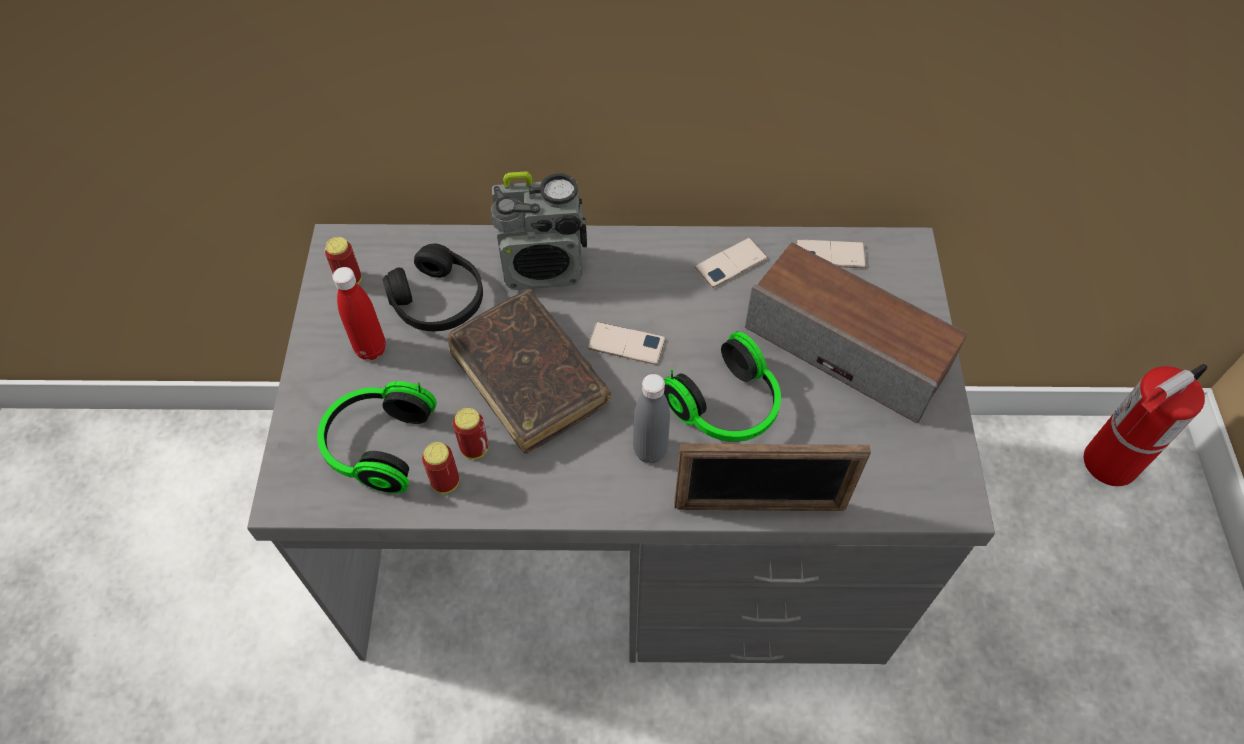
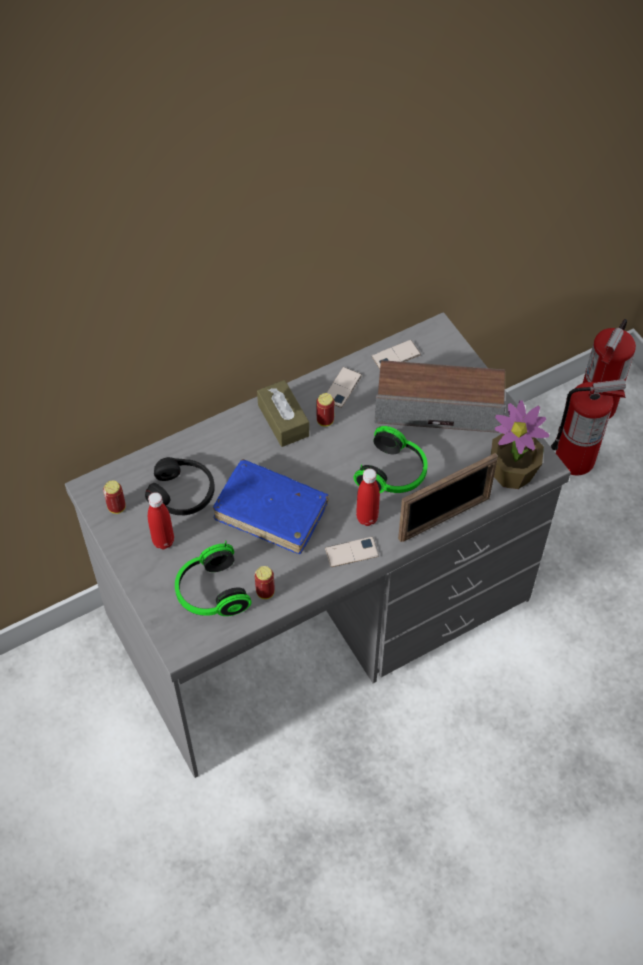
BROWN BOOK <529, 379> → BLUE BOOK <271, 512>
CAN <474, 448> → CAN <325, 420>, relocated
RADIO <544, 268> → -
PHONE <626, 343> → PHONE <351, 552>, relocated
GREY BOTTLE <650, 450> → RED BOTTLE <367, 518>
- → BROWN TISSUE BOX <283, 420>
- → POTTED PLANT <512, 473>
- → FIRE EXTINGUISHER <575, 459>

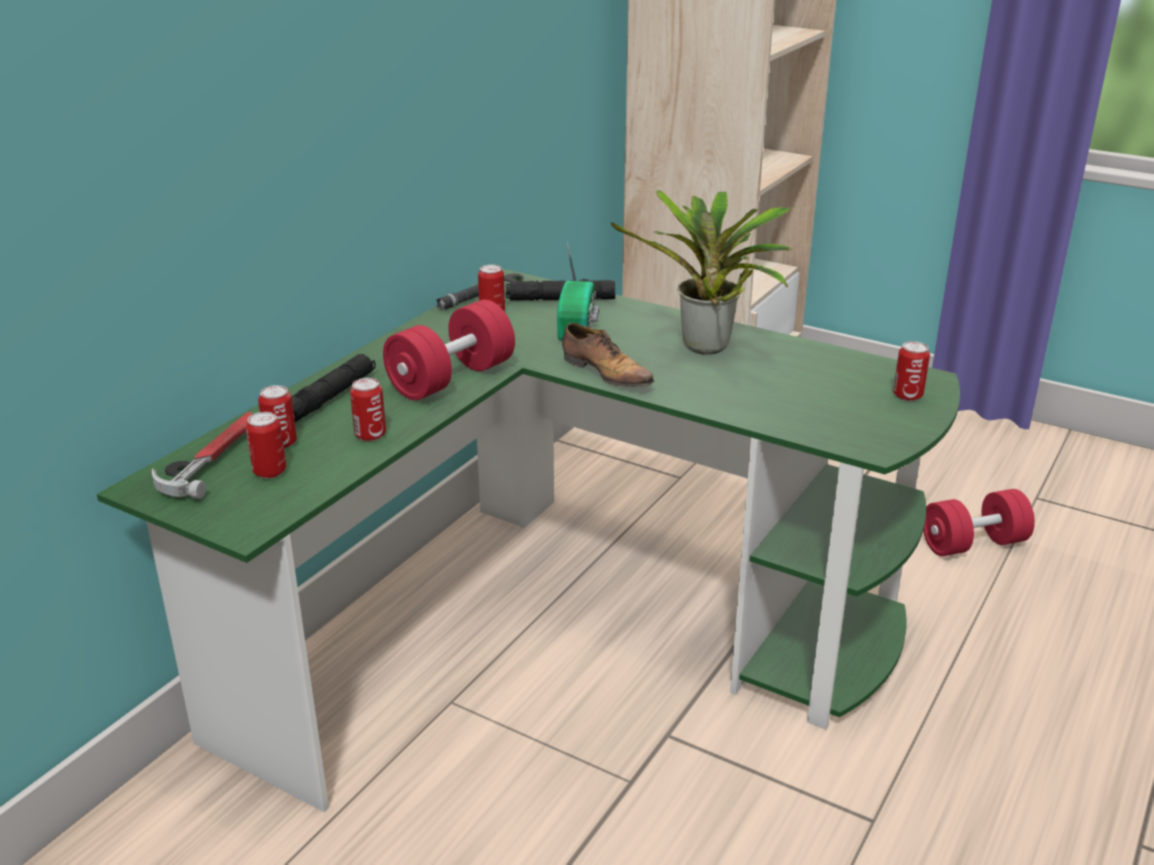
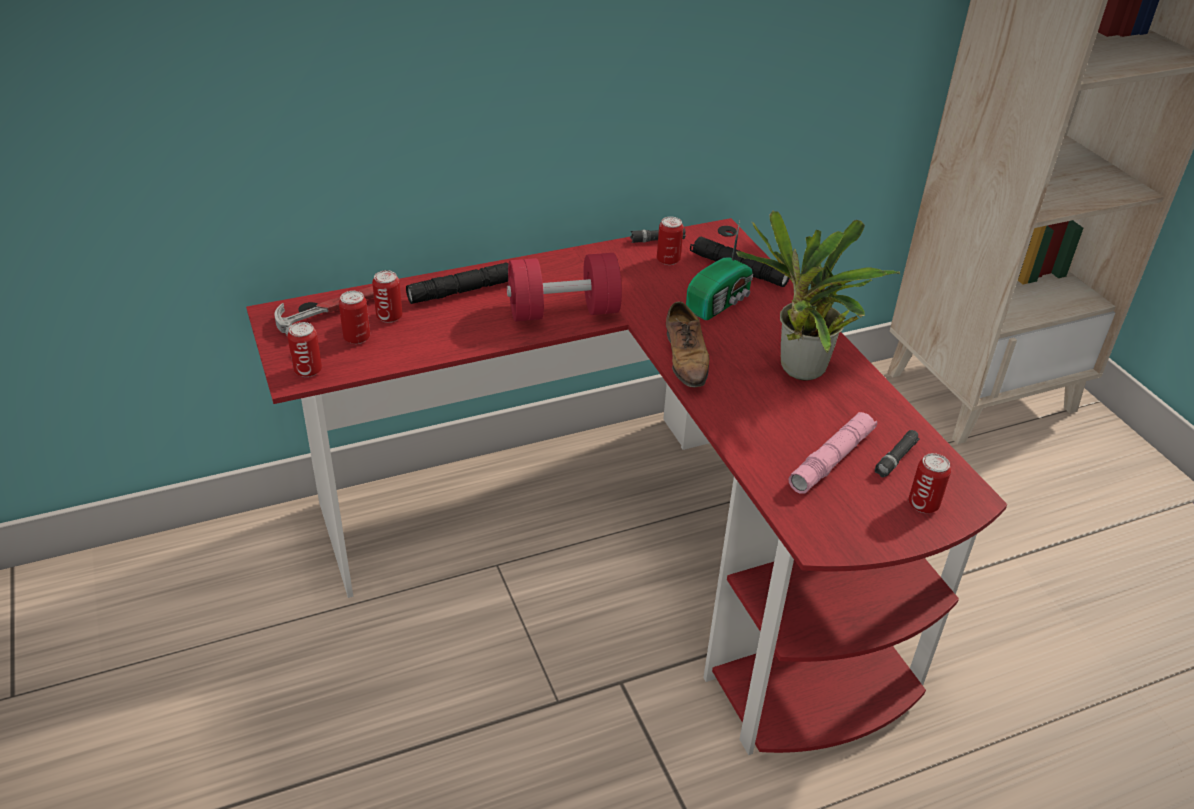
GREEN DESK <561, 625> → RED DESK <631, 547>
CAN <370, 435> → CAN <308, 370>, relocated
RED DUMBBELL <973, 544> → -
- → PINK FLASHLIGHT <831, 459>
- → BLACK FLASHLIGHT <896, 458>

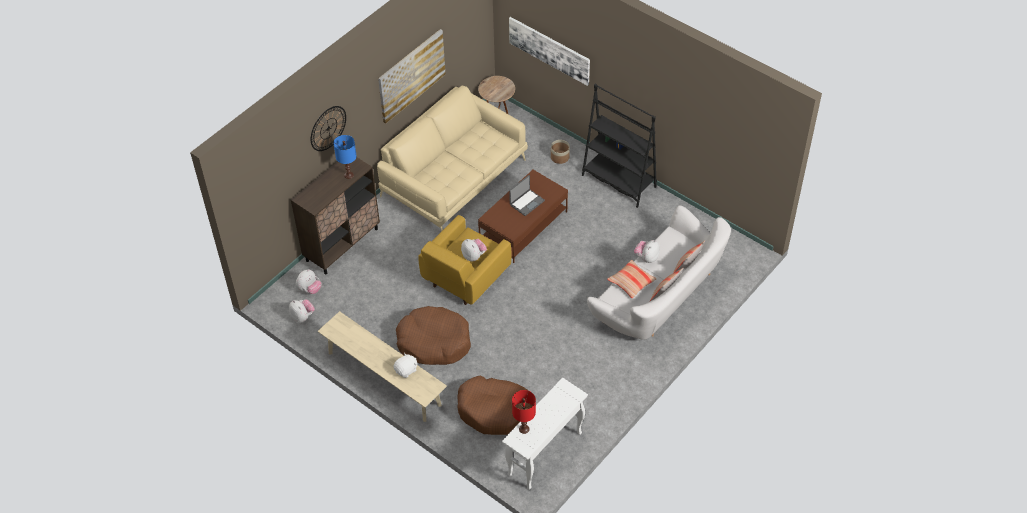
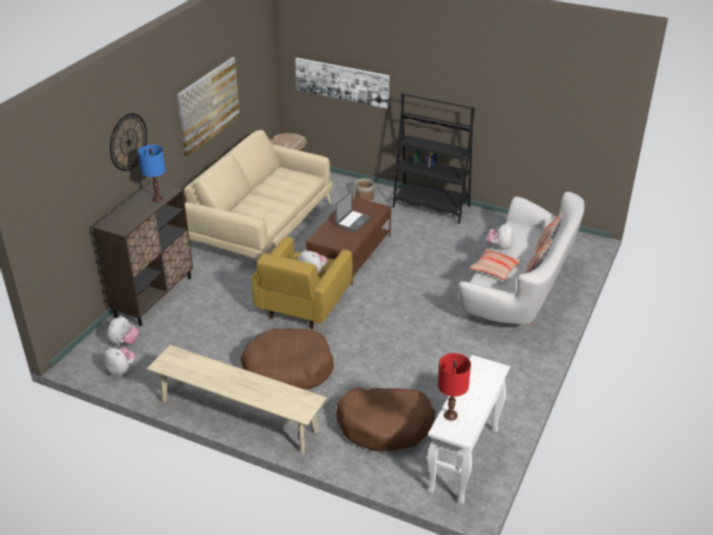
WHITE PLUSH TOY <406, 370> → -

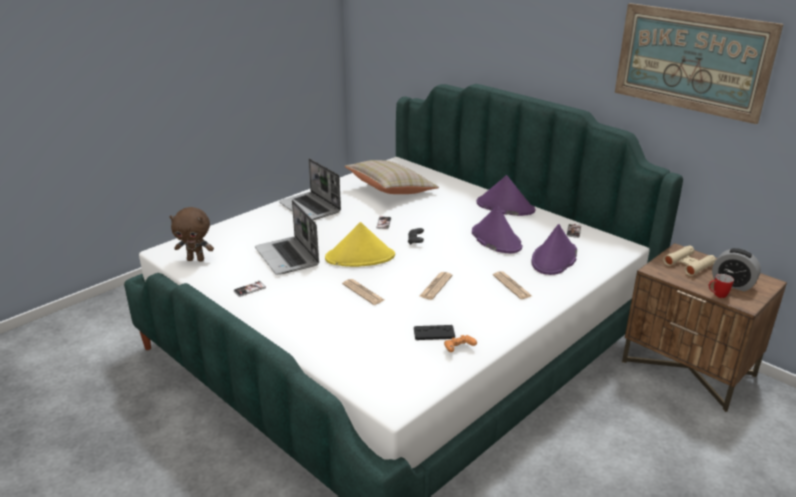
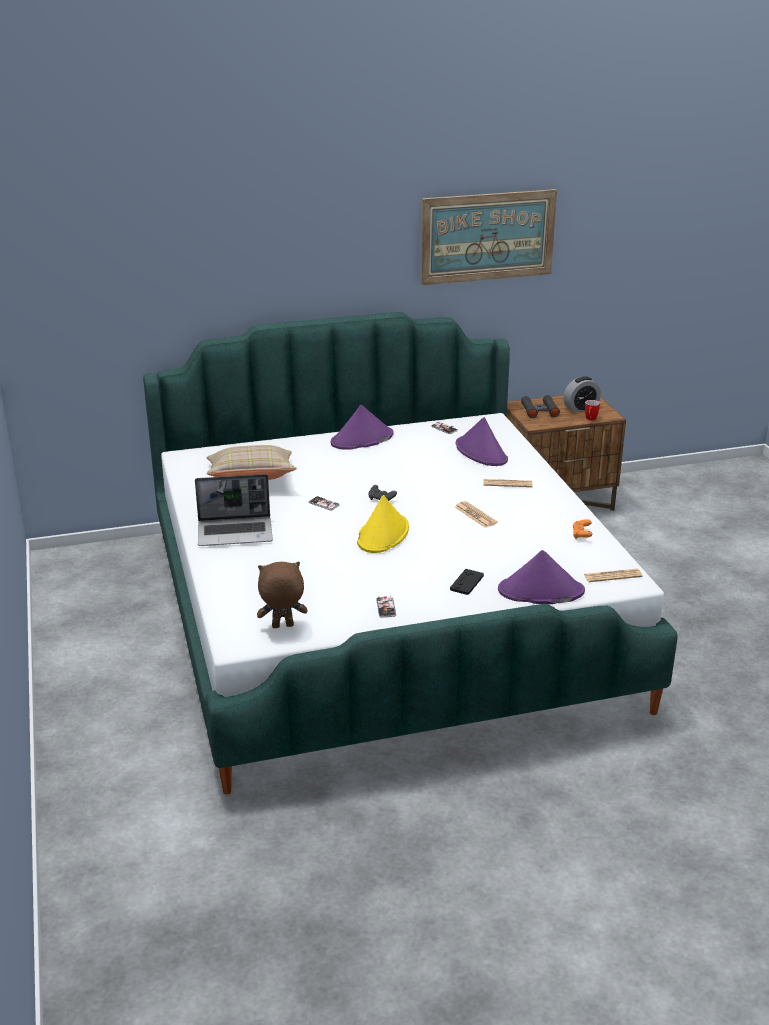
BROWN PLUSH TOY <196, 259> → BROWN PLUSH TOY <282, 627>, 135 degrees counterclockwise
LAPTOP <288, 257> → -
NEWSPAPER <363, 292> → NEWSPAPER <612, 576>, relocated
BLACK GAME CONTROLLER <434, 333> → BLACK GAME CONTROLLER <466, 582>, relocated
PURPLE HAT <496, 239> → PURPLE HAT <540, 591>, relocated
BEIGE BINOCULARS <688, 264> → BLACK BINOCULARS <539, 410>

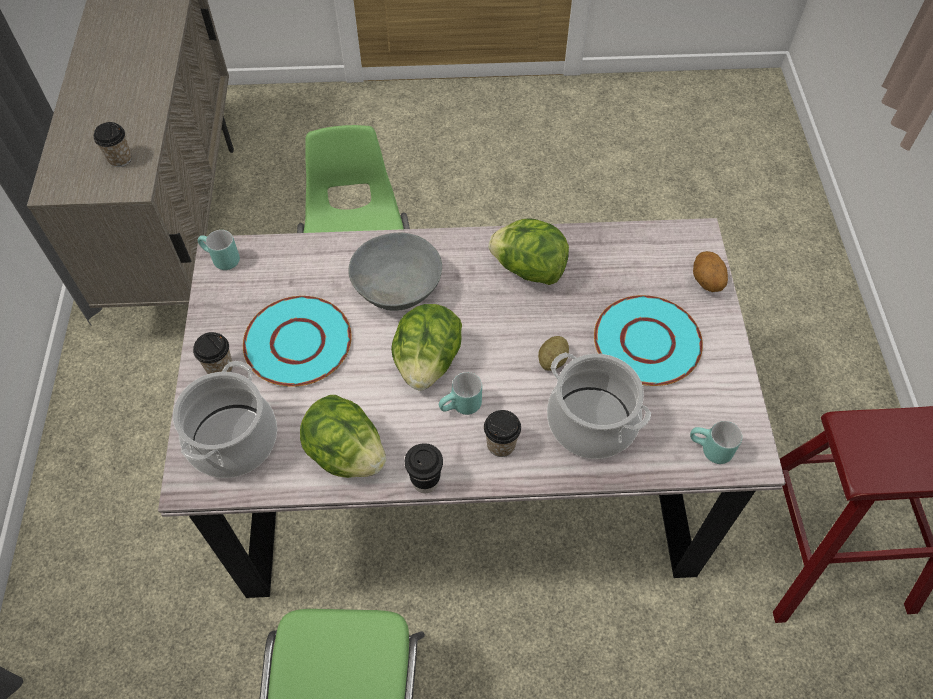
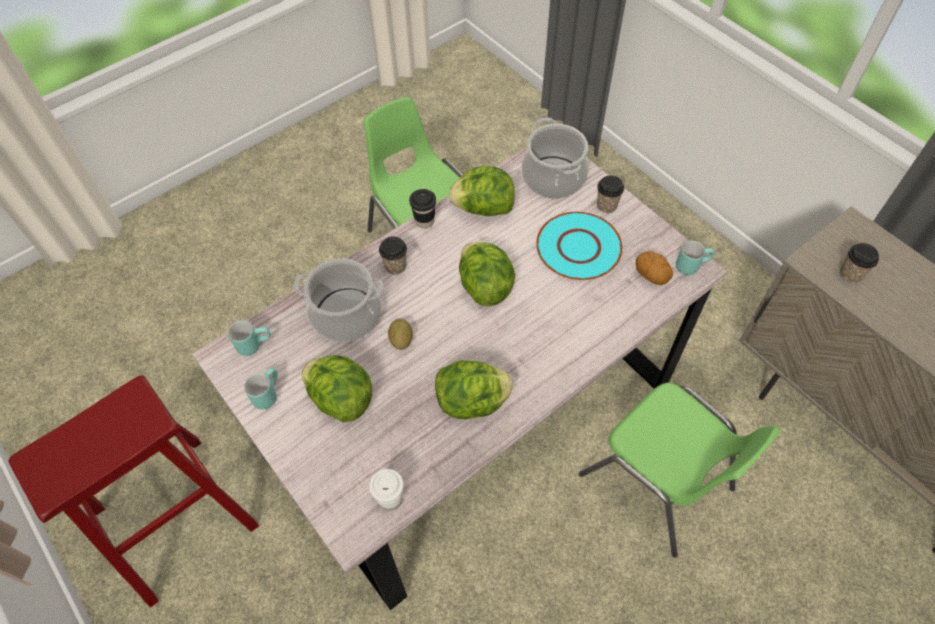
GREY BOWL <398, 287> → -
TURQUOISE MUG <461, 408> → TURQUOISE MUG <266, 393>, relocated
TURQUOISE PLATE <647, 341> → LETTUCE <341, 398>
POTATO <706, 282> → POTATO <651, 276>, relocated
- → WHITE CUP <390, 499>

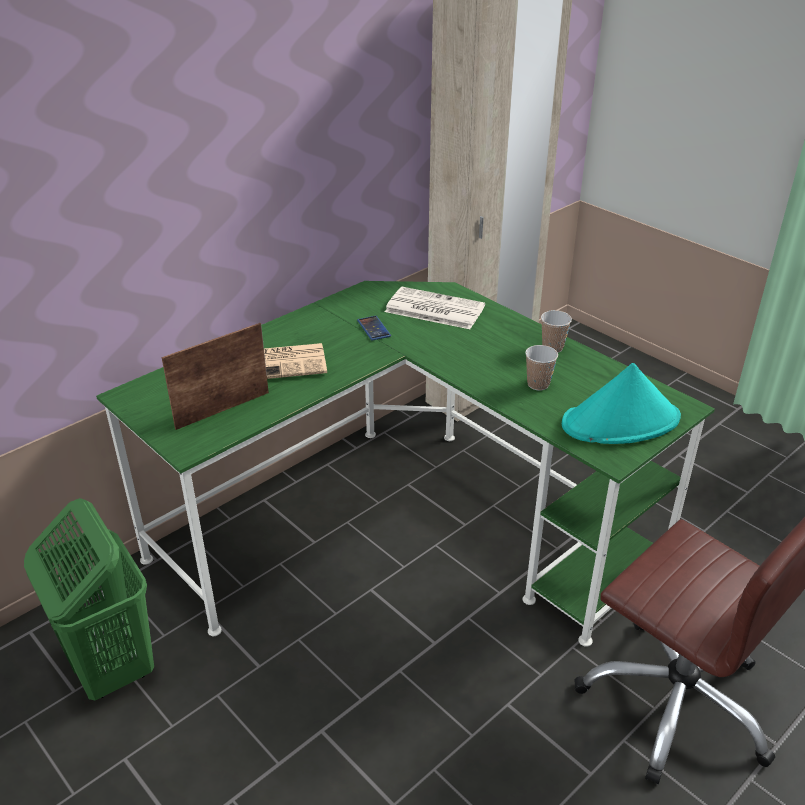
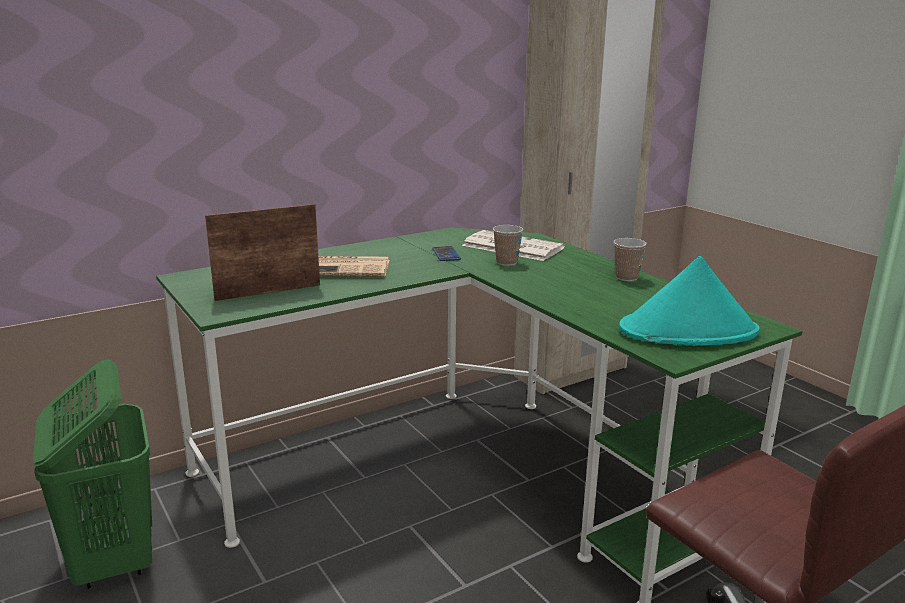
CUP <538, 384> → CUP <506, 262>, relocated

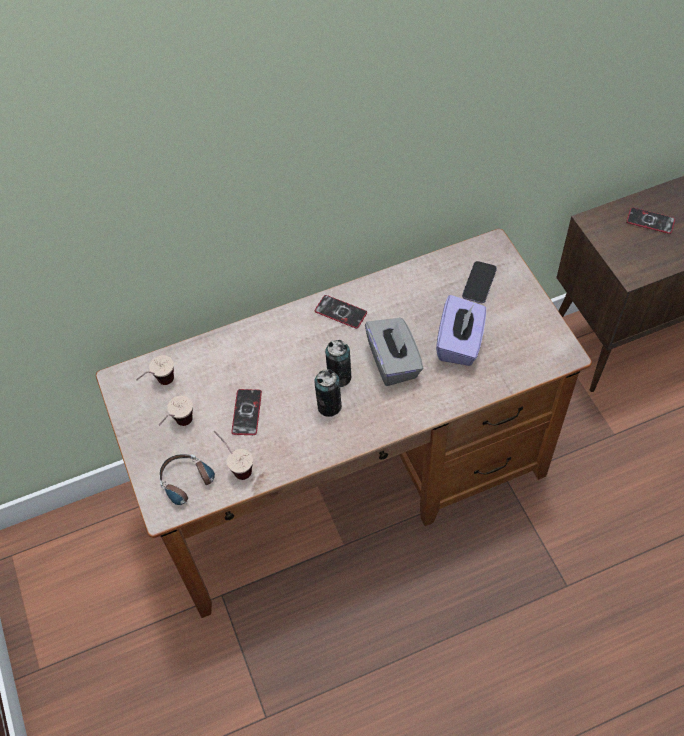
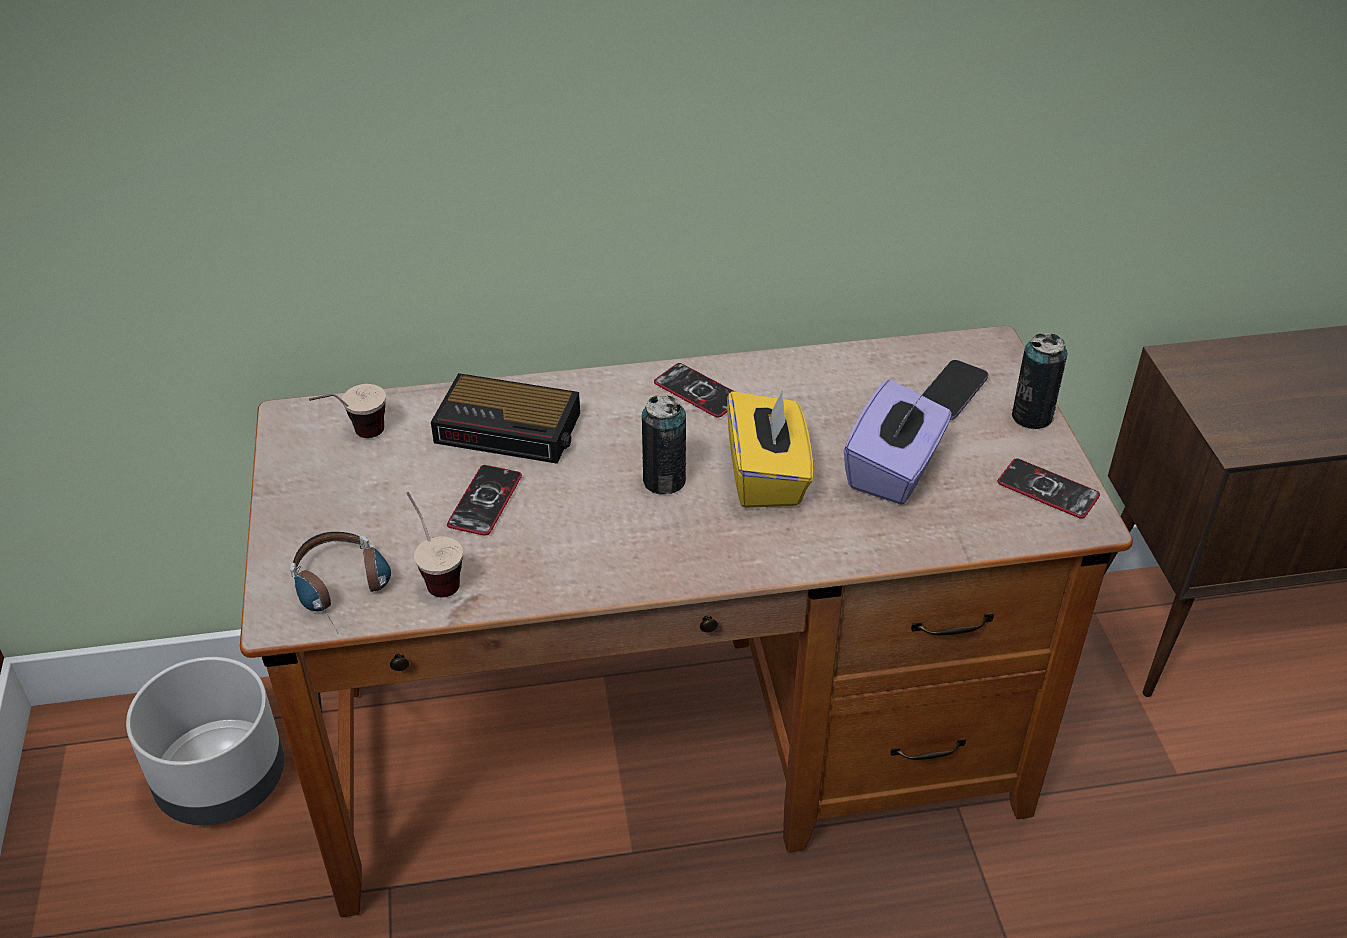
CUP <179, 427> → -
CAN <329, 406> → CAN <1032, 416>, relocated
GREY TISSUE BOX <393, 362> → YELLOW TISSUE BOX <767, 476>
PHONE <650, 221> → PHONE <1047, 490>, relocated
- → GREY PLANTER <221, 782>
- → ALARM CLOCK <511, 428>

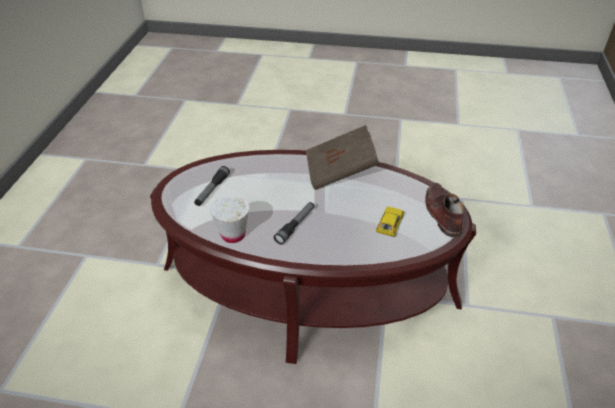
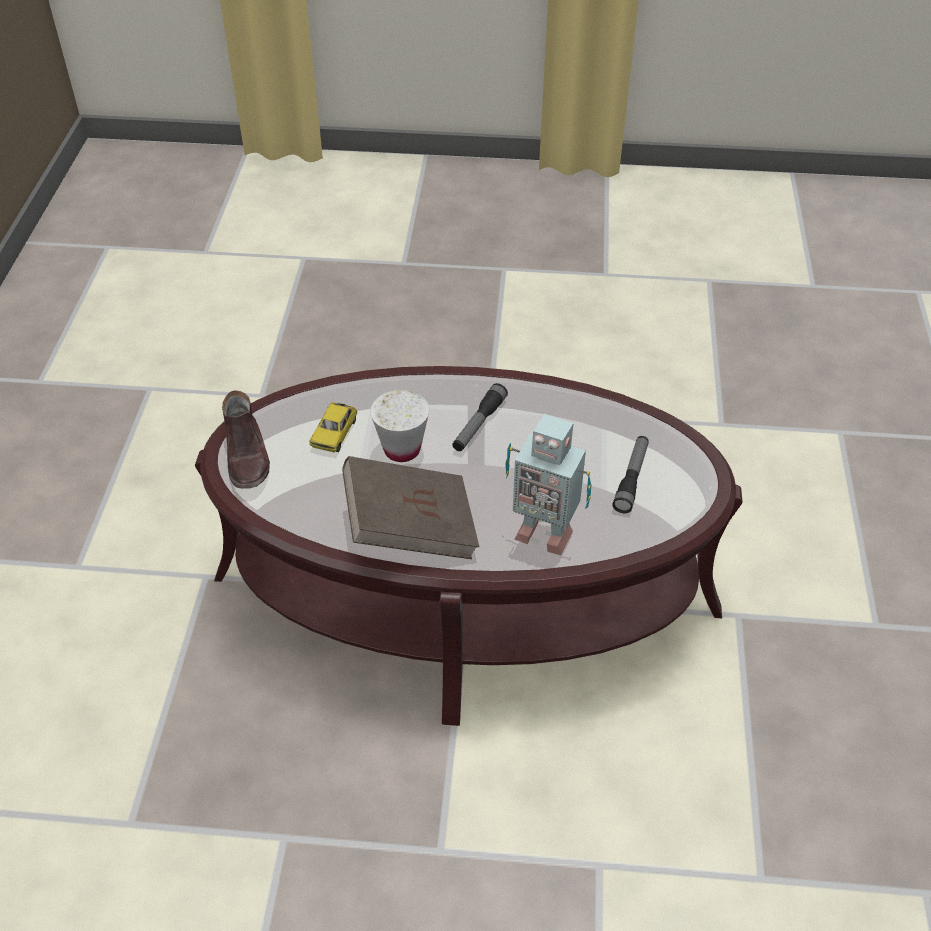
WHITE CUP <233, 235> → WHITE CUP <402, 449>, relocated
- → TOY ROBOT <543, 532>

